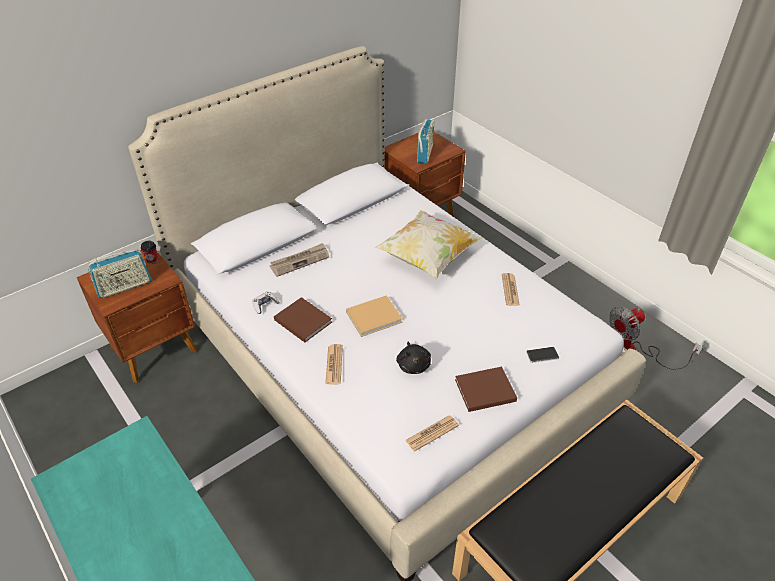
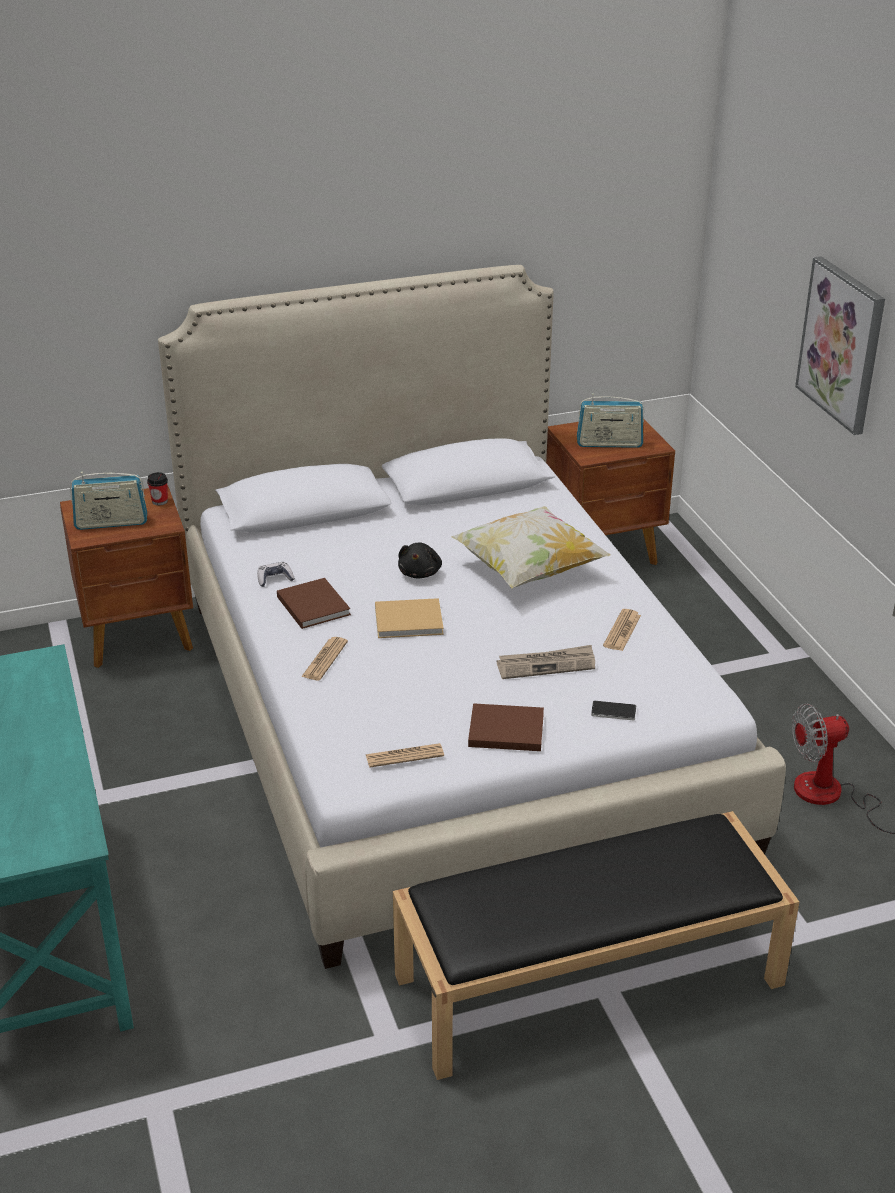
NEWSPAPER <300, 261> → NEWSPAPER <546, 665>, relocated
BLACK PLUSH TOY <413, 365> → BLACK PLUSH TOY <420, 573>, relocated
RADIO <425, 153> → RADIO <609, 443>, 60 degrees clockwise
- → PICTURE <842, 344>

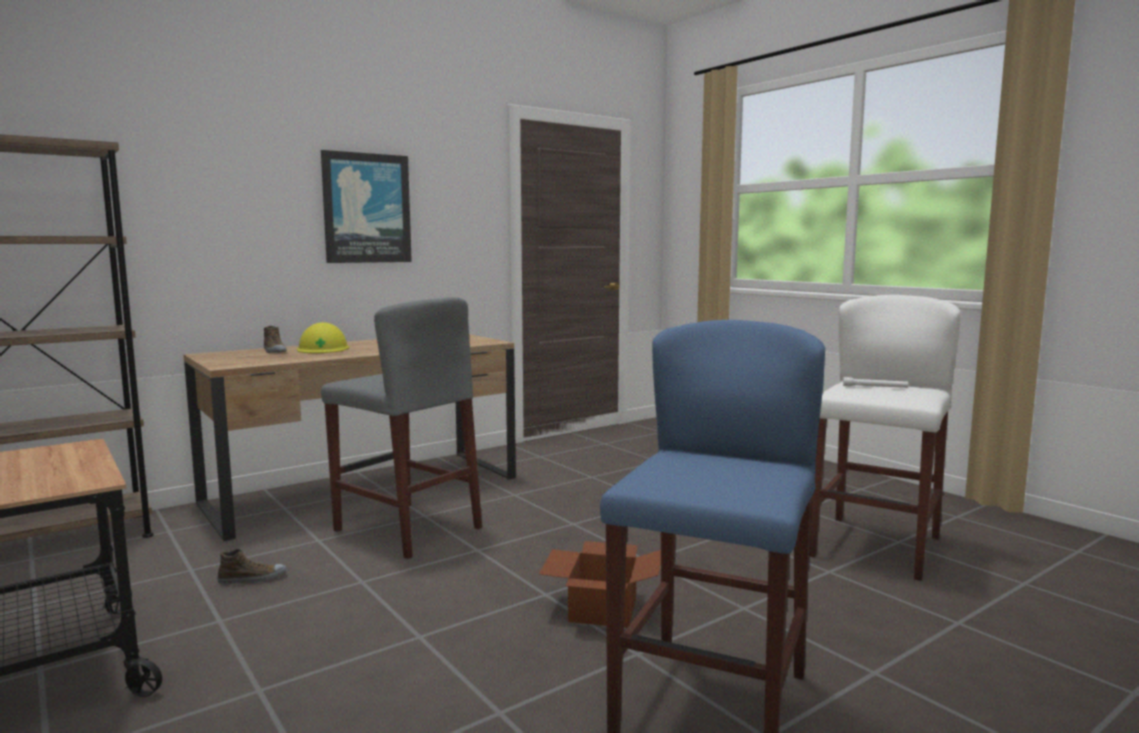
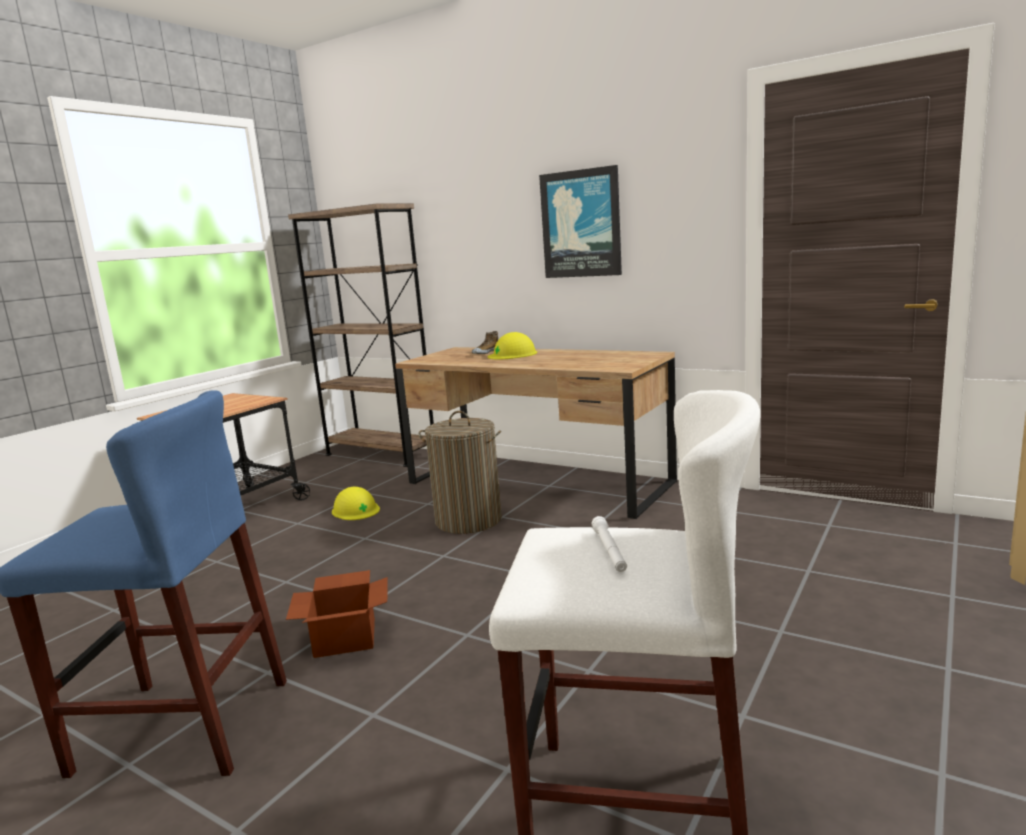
SHOE <252, 579> → YELLOW HARD HAT <356, 510>
GREY STOOL <407, 529> → LAUNDRY BASKET <468, 520>

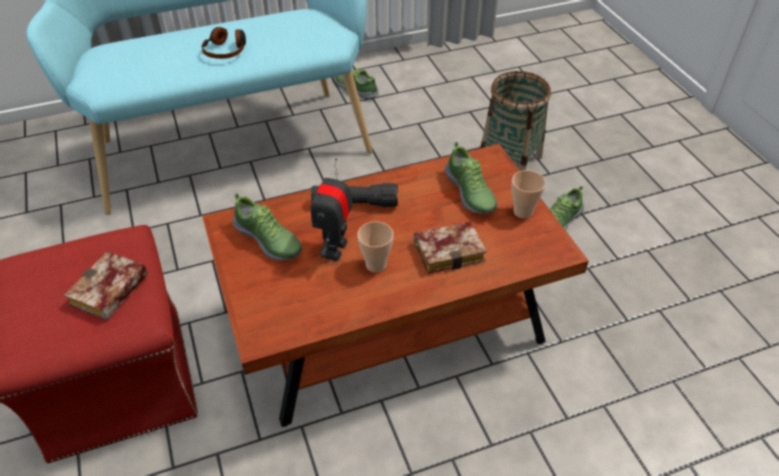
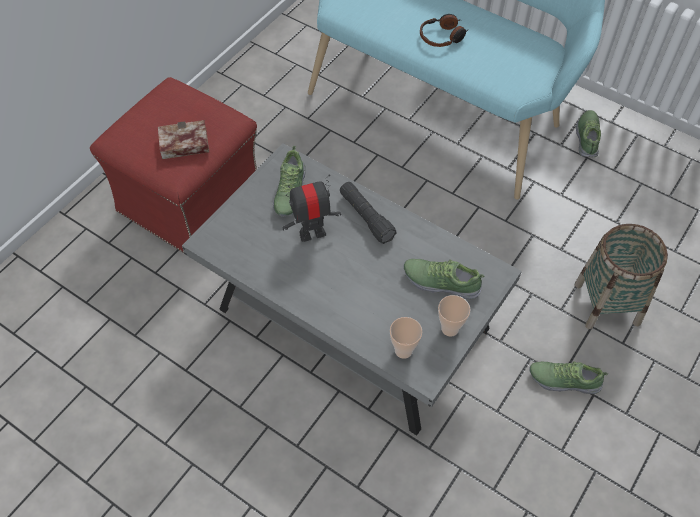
BROWN COFFEE TABLE <390, 324> → GREY COFFEE TABLE <352, 321>
CUP <376, 265> → CUP <403, 350>, relocated
BOOK <450, 250> → -
SHOE <470, 192> → SHOE <441, 282>, 75 degrees clockwise

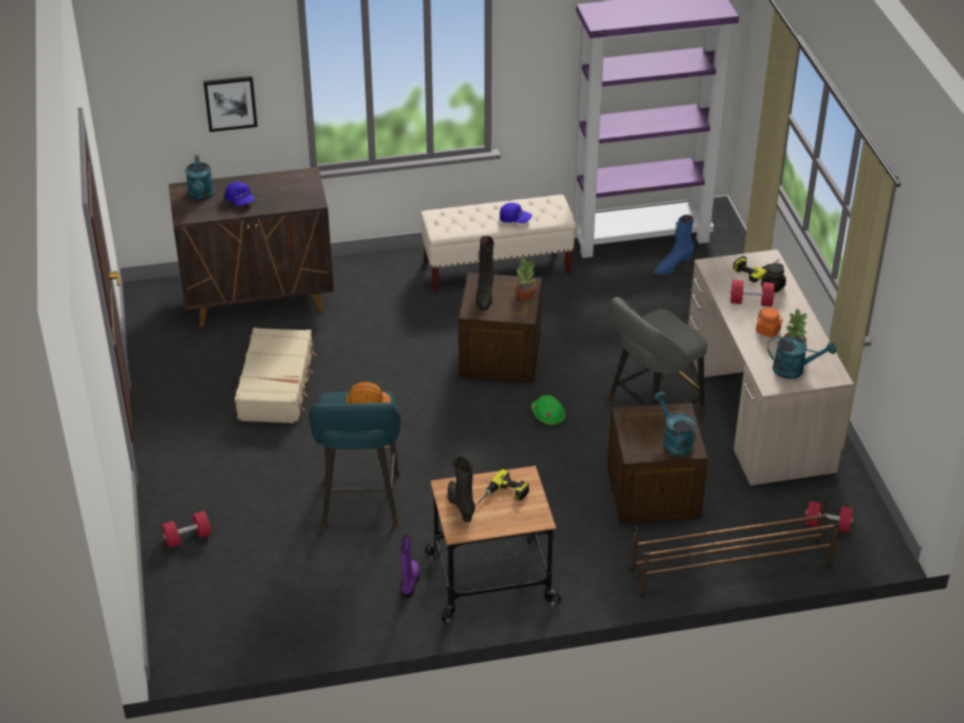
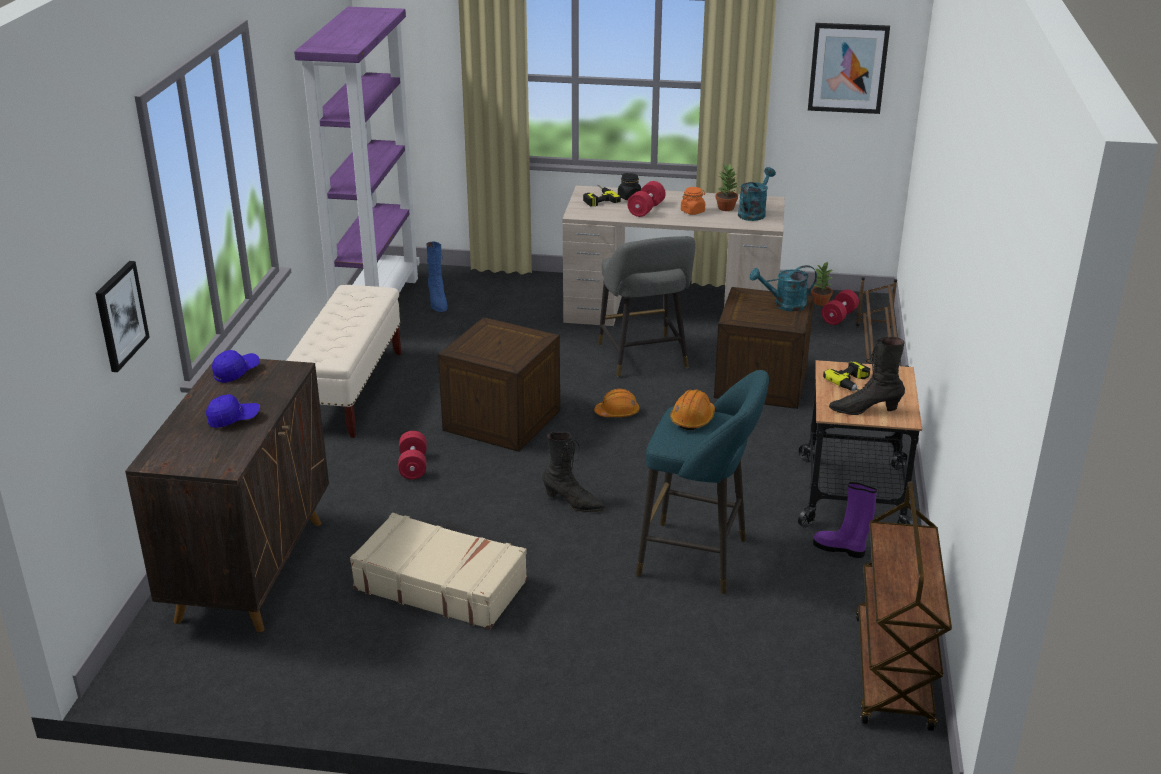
RED DUMBBELL <187, 538> → RED DUMBBELL <413, 466>, relocated
TURQUOISE WATERING CAN <201, 196> → -
BLACK BOOT <484, 296> → BLACK BOOT <573, 503>, relocated
BLUE CAP <515, 219> → BLUE CAP <236, 372>, relocated
POTTED PLANT <524, 294> → POTTED PLANT <820, 302>, relocated
GREEN HARD HAT <548, 415> → ORANGE HARD HAT <617, 412>
- → PICTURE <848, 68>
- → BROWN CART <893, 673>

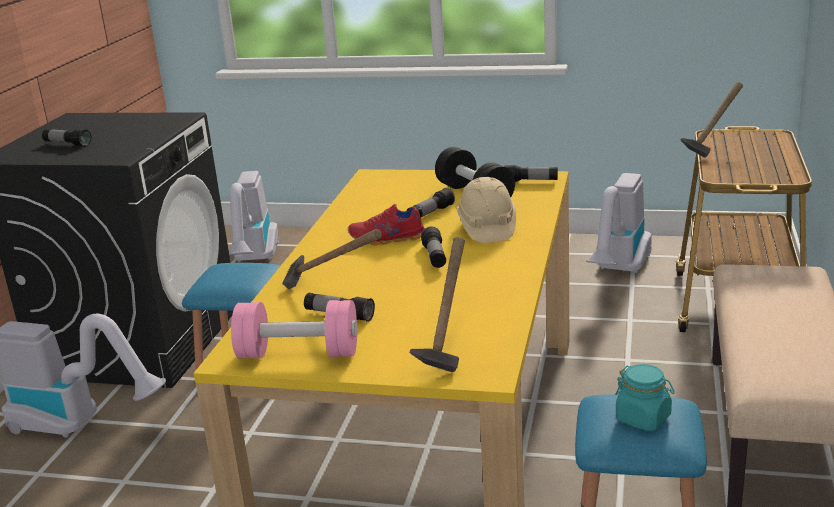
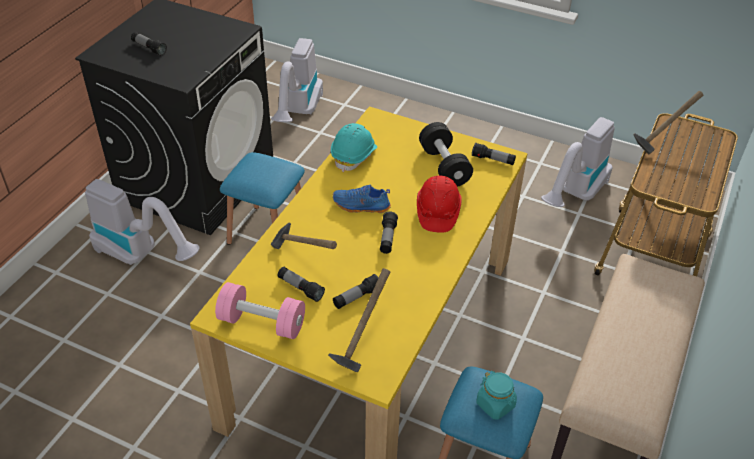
RED SHOE <387, 239> → BLUE SHOE <361, 206>
FLASHLIGHT <430, 213> → FLASHLIGHT <356, 297>, relocated
BEIGE HARD HAT <486, 228> → RED HARD HAT <437, 212>
- → TURQUOISE HARD HAT <354, 155>

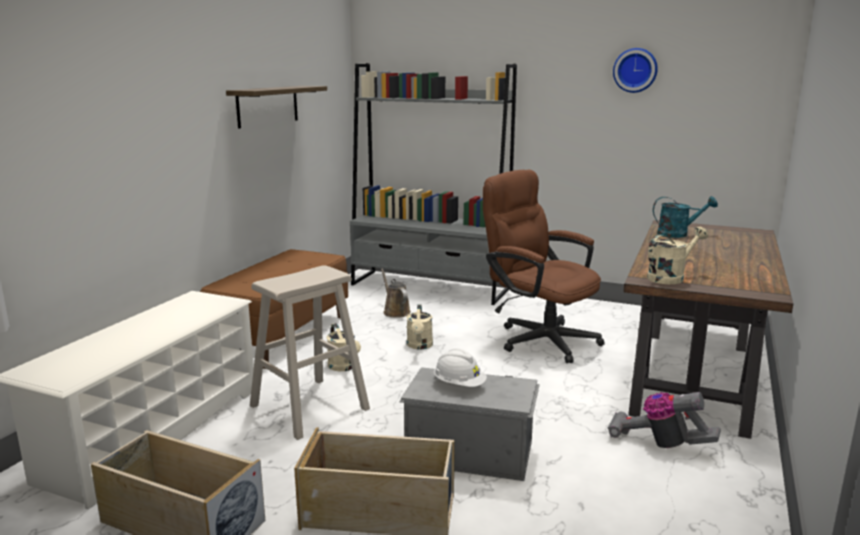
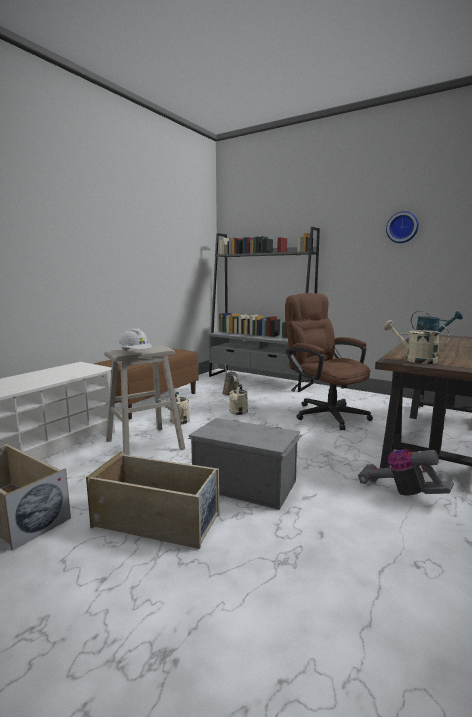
SHELF <268, 106> → -
WHITE HARD HAT <459, 385> → WHITE HARD HAT <135, 353>, relocated
BEIGE WATERING CAN <670, 277> → BEIGE WATERING CAN <415, 360>, 120 degrees counterclockwise

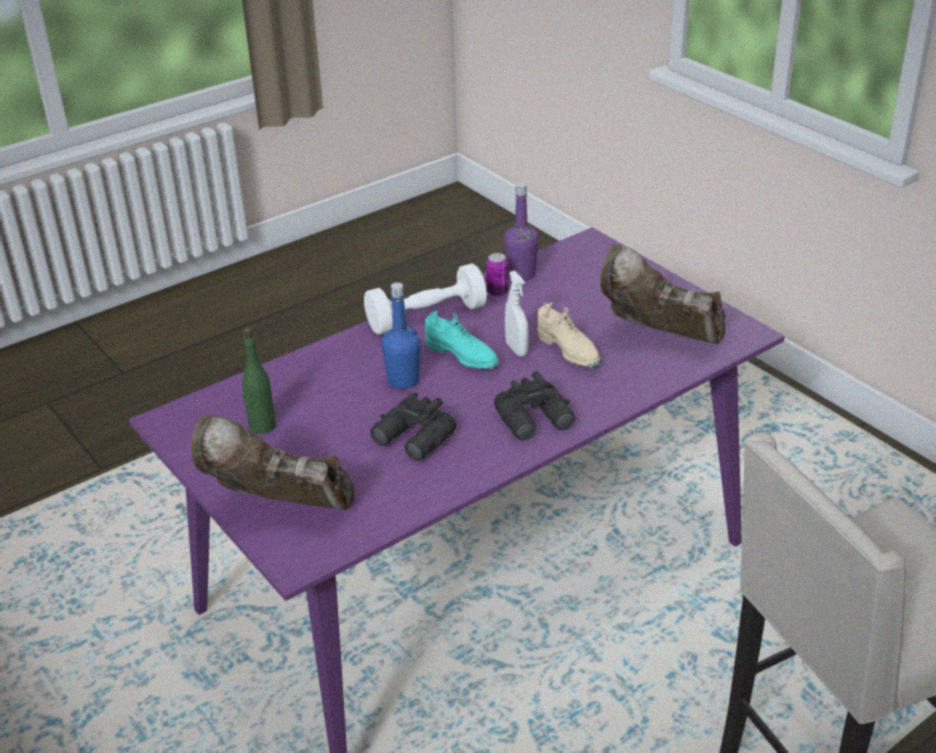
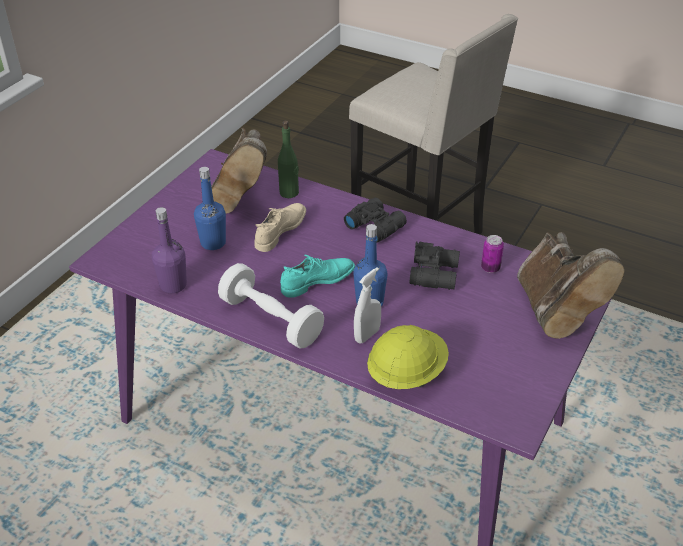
GREEN BOTTLE <262, 426> → GREEN BOTTLE <289, 193>, relocated
TURQUOISE SHOE <462, 356> → TURQUOISE SHOE <318, 282>, 45 degrees clockwise
CAN <497, 292> → CAN <490, 268>, relocated
WHITE SPRAY BOTTLE <516, 349> → WHITE SPRAY BOTTLE <367, 335>, relocated
- → BLUE BOTTLE <213, 243>
- → YELLOW HARD HAT <406, 374>

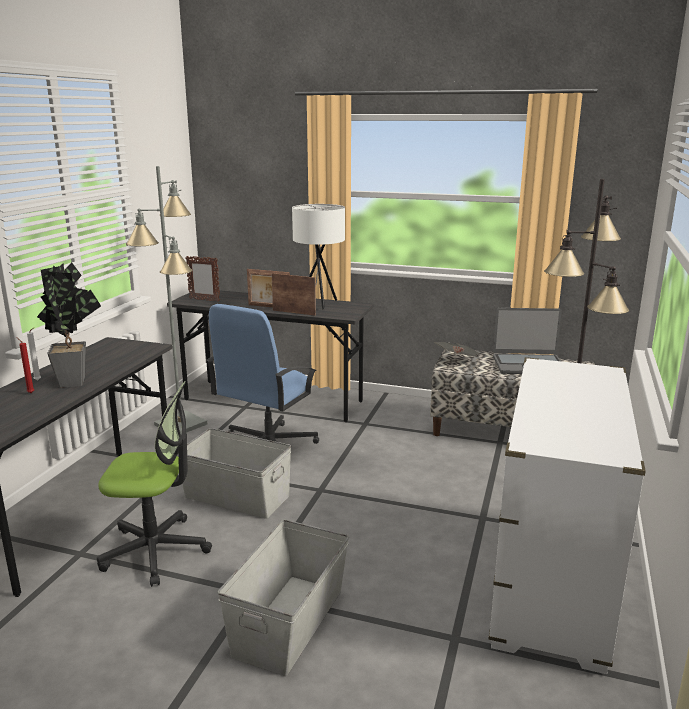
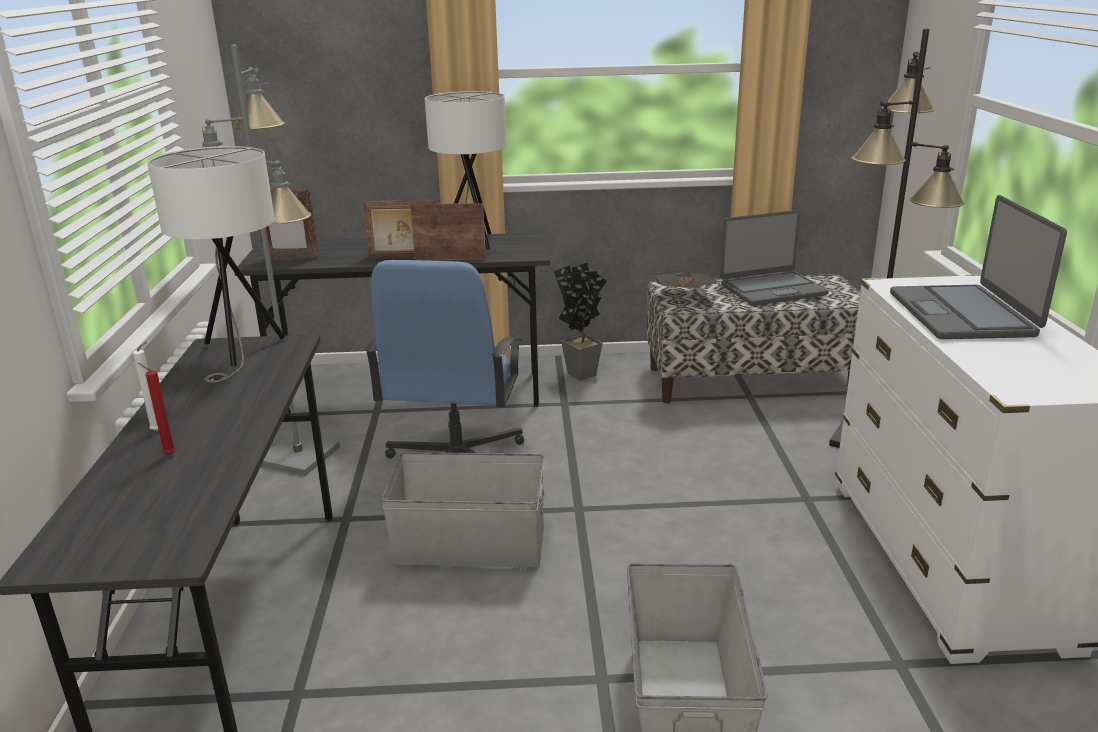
POTTED PLANT <75, 380> → POTTED PLANT <581, 372>, relocated
OFFICE CHAIR <156, 550> → -
- → WHITE TABLE LAMP <239, 353>
- → LAPTOP <963, 314>

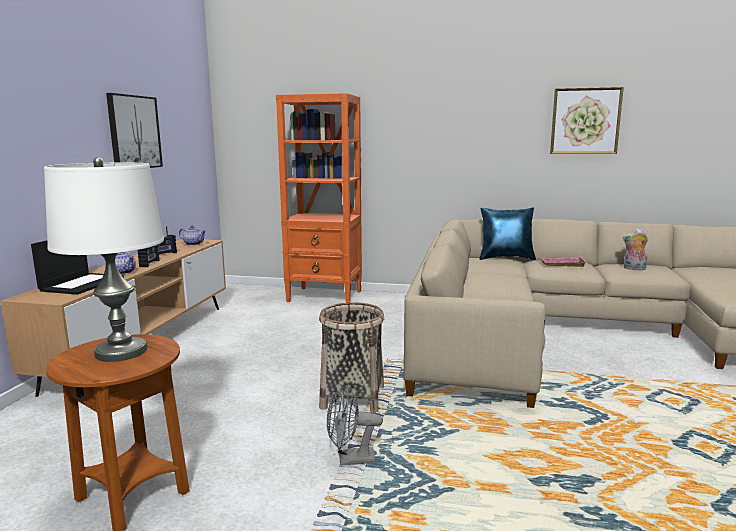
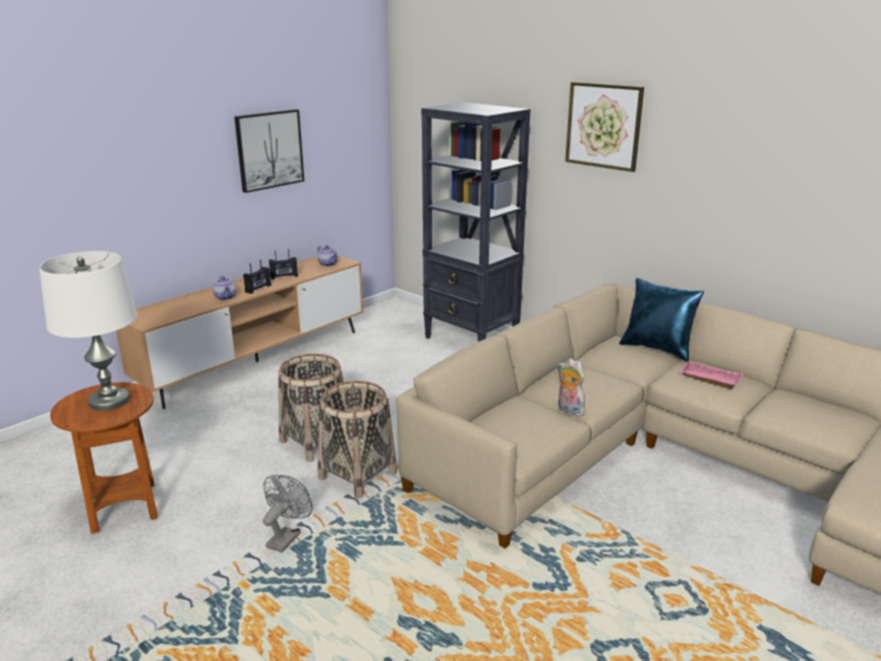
LAPTOP <82, 284> → -
ORANGE BOOKCASE <325, 296> → BLACK BOOKCASE <472, 339>
GREY FAN <350, 460> → GREY FAN <286, 537>, 90 degrees clockwise
PICTURE <585, 121> → PICTURE <603, 126>, relocated
PLUSH TOY <634, 269> → PLUSH TOY <568, 411>, relocated
- → BASKET <315, 441>

